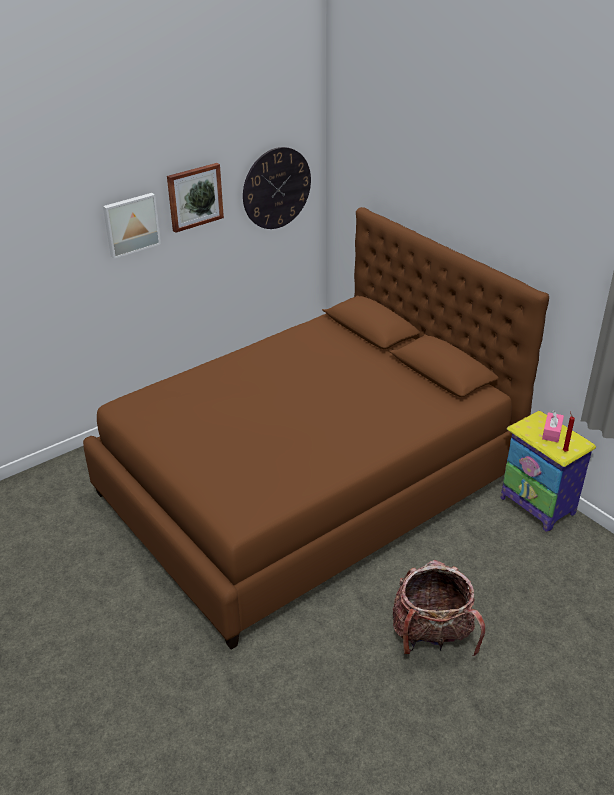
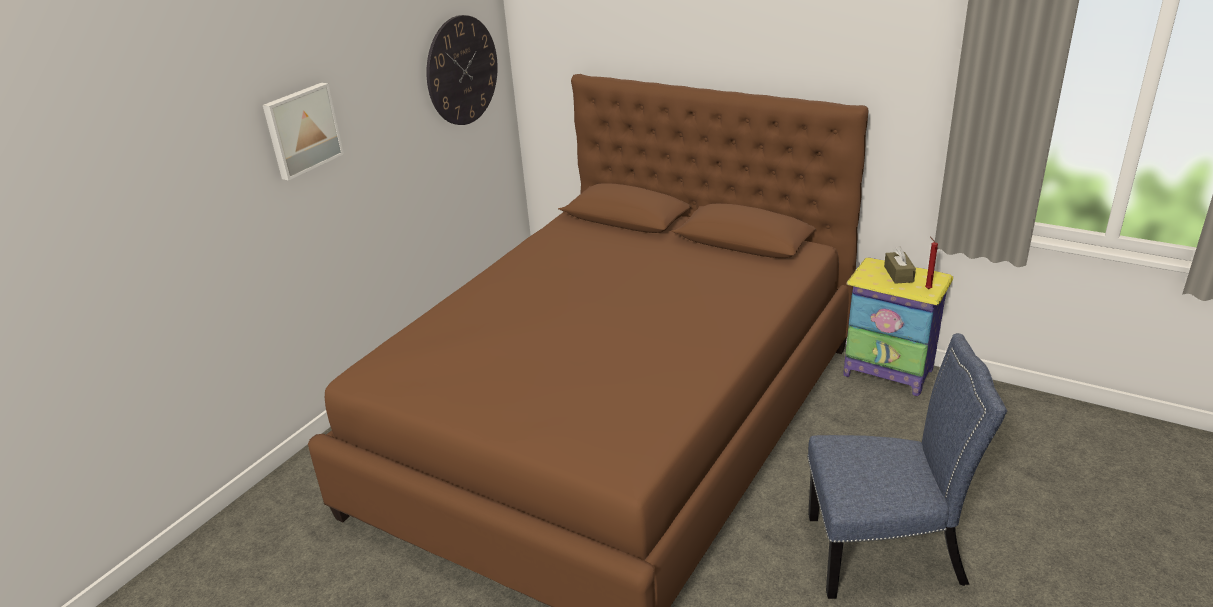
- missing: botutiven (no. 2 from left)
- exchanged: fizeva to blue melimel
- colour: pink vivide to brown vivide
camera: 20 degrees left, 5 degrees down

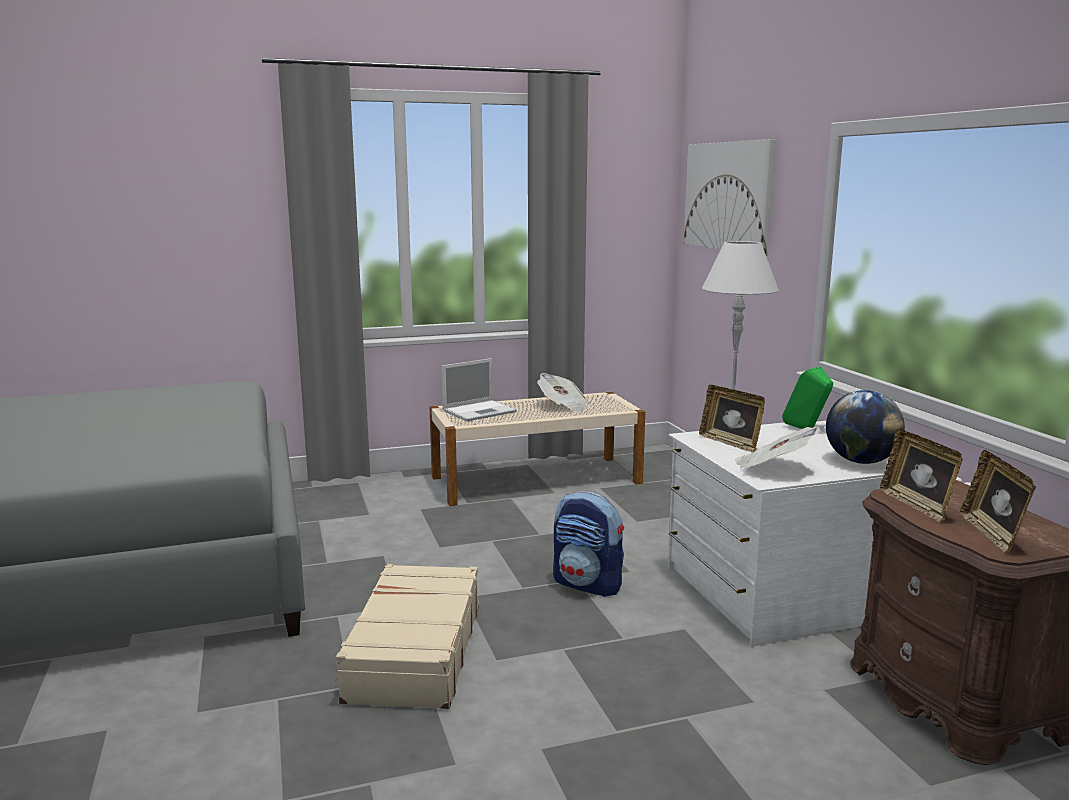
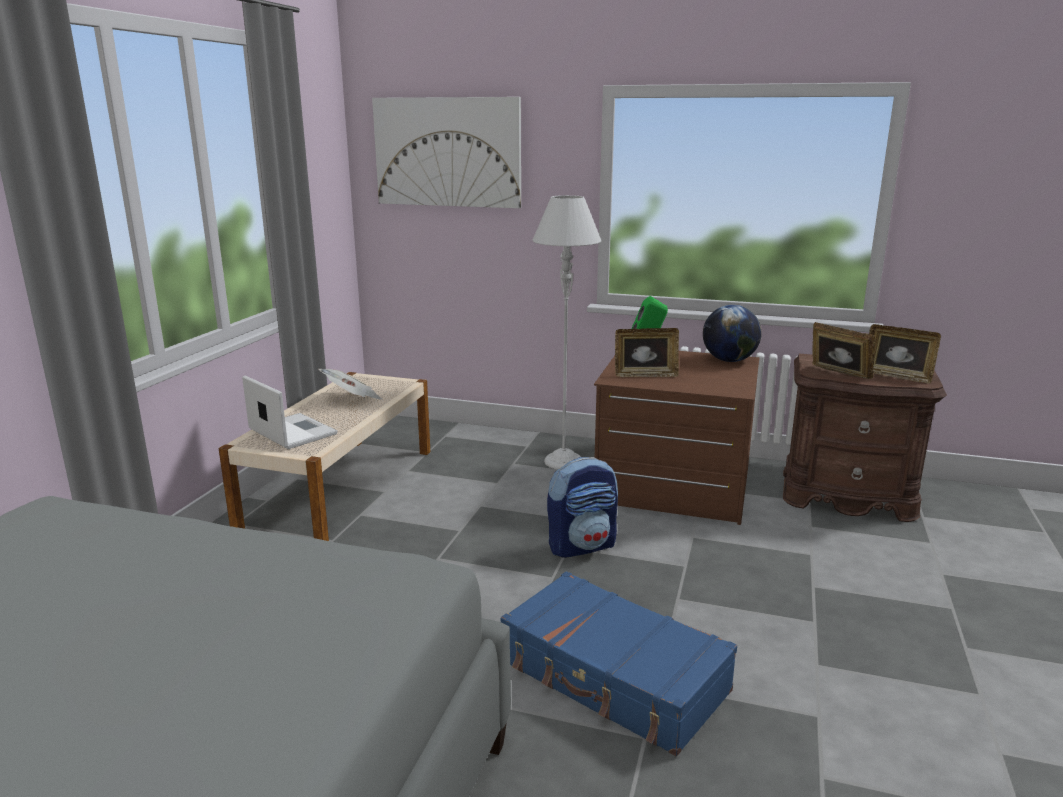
- colour: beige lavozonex to blue lavozonex
- spun: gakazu 45 degrees counterclockwise
- colour: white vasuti to brown vasuti
- missing: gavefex (no. 2 from left)
- spun: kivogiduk (no. 2 from left) 150 degrees counterclockwise
camera: 55 degrees left, 5 degrees up

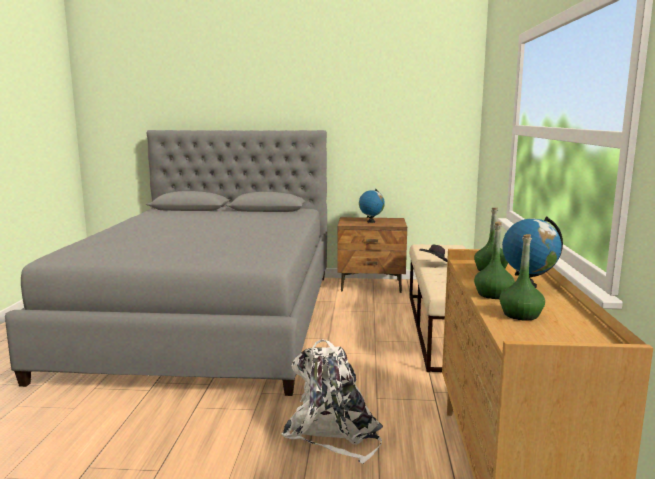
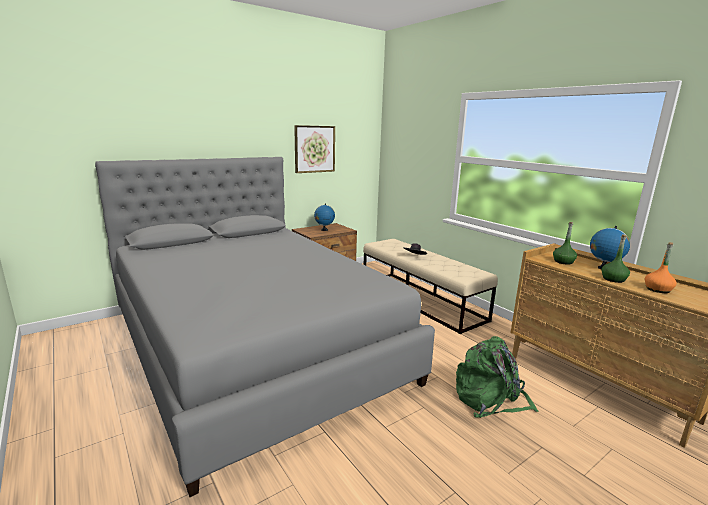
- colour: white fizeva to green fizeva
- colour: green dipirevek (no. 3 from left) to orange dipirevek
- appeared: botutiven
camera: 40 degrees left, 5 degrees up

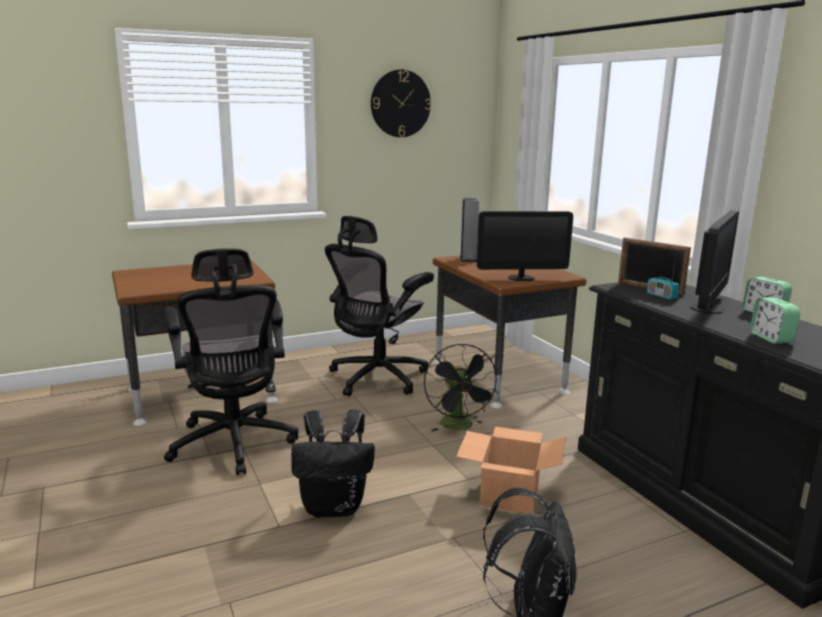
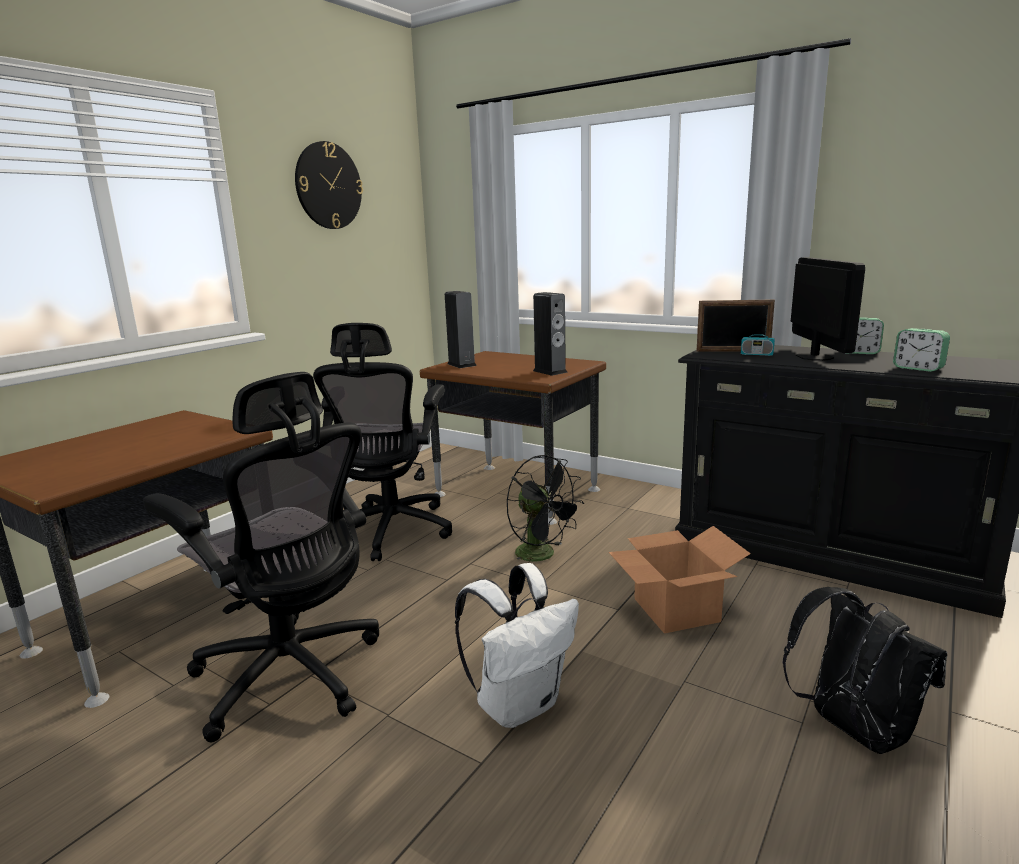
- colour: black fizeva (no. 1 from left) to white fizeva
- exchanged: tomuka (no. 1 from left) to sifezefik (no. 2 from left)
camera: 30 degrees left, 0 degrees up

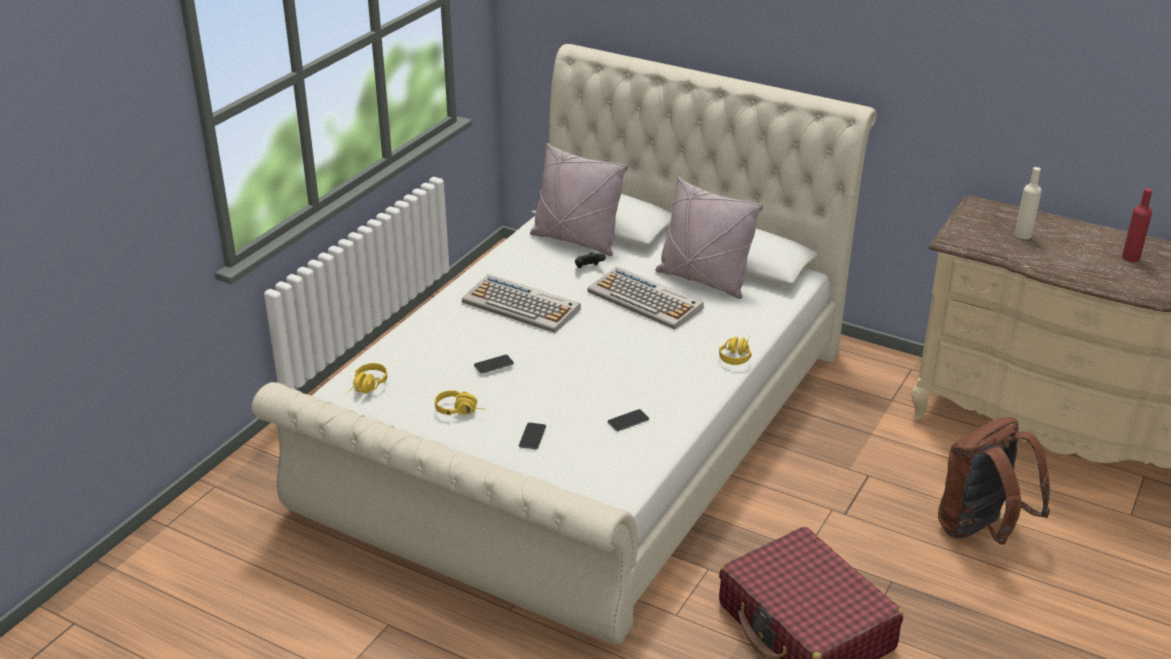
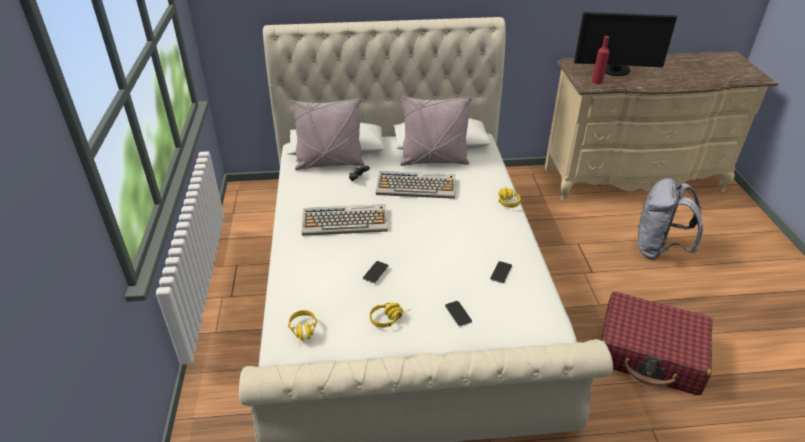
- colour: brown fizeva to grey fizeva
- exchanged: beige dipirevek to tomuka
- relocated: red dipirevek
camera: 35 degrees left, 5 degrees up

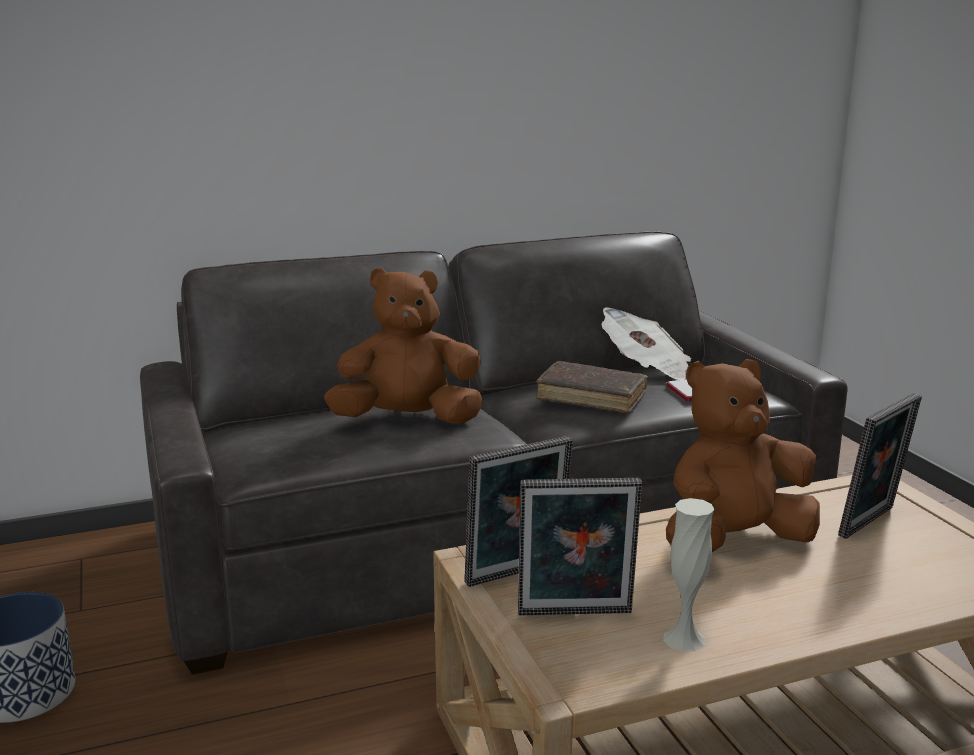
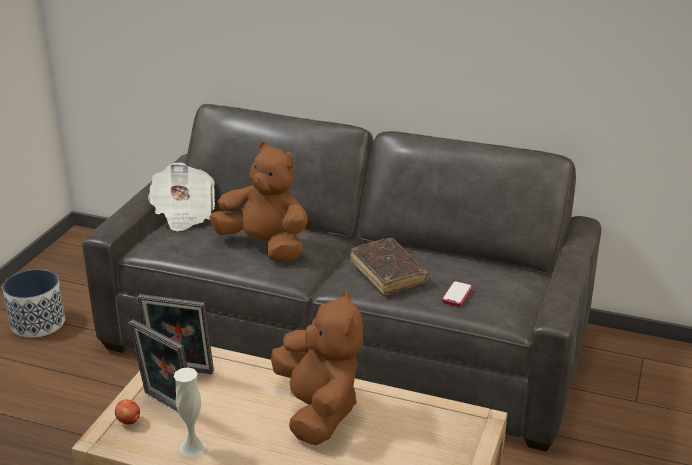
- relocated: gavefex
- spun: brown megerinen (no. 2 from left) 60 degrees clockwise
- missing: kivogiduk (no. 3 from left)
- appeared: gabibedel
camera: 40 degrees right, 10 degrees up

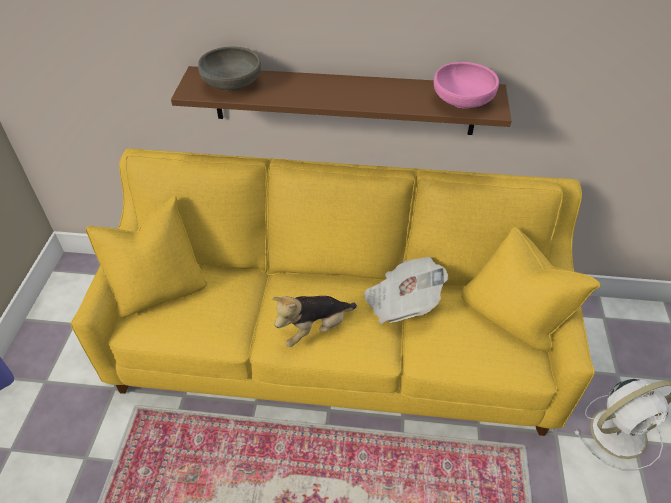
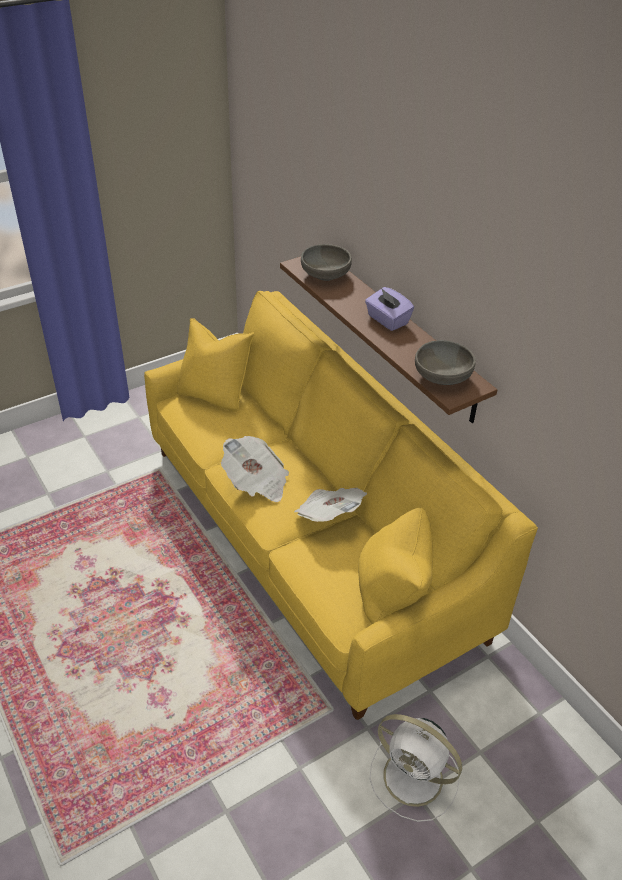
- exchanged: megerinen to gavefex (no. 1 from left)
- colour: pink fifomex to grey fifomex (no. 2 from left)
- appeared: purple vivide
camera: 50 degrees right, 5 degrees down

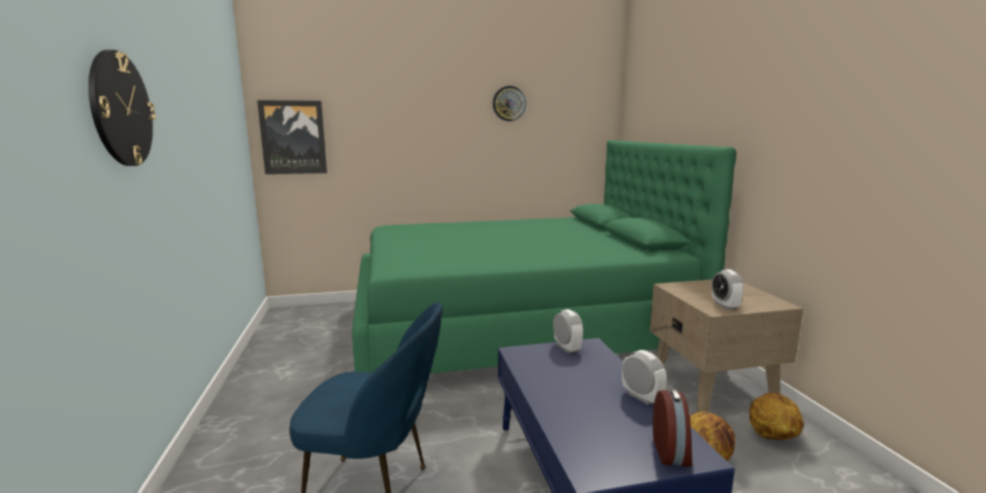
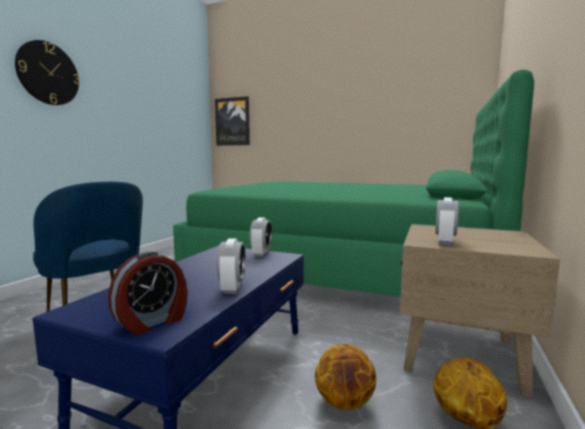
- missing: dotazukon (no. 2 from left)
camera: 35 degrees right, 5 degrees down

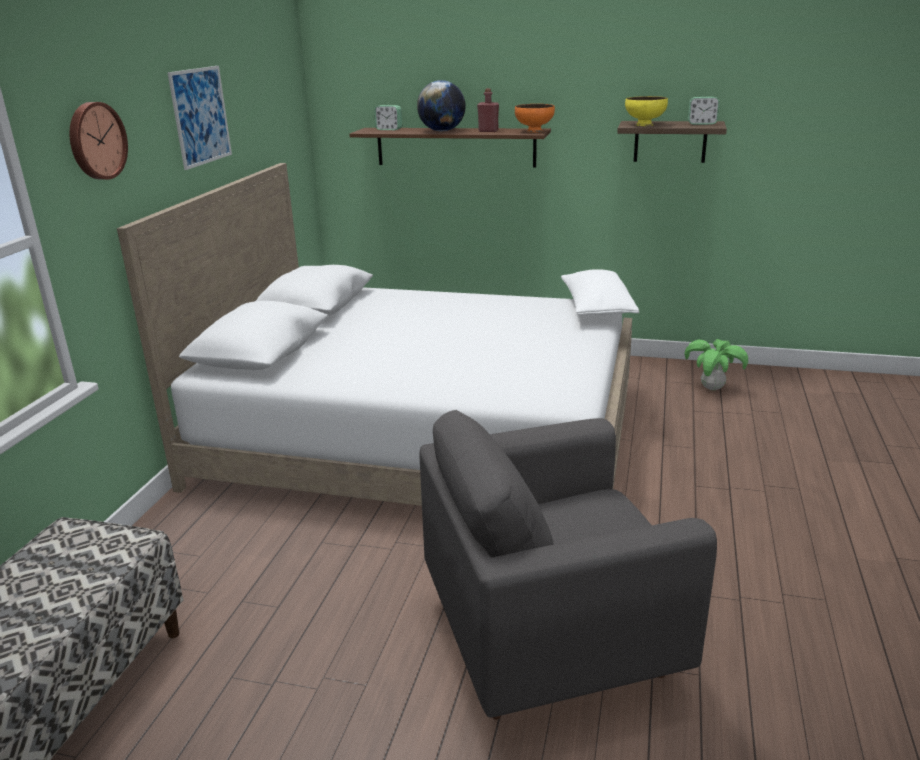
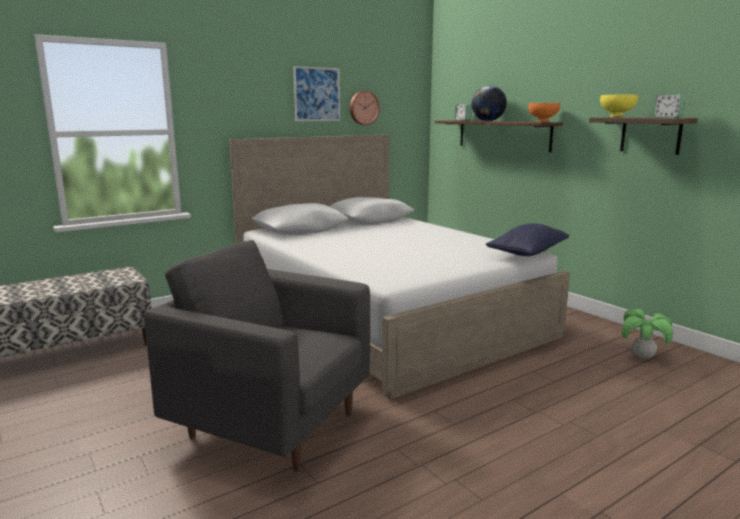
- relocated: dotazukon
- missing: red dipirevek
- colour: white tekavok to blue tekavok
camera: 40 degrees right, 10 degrees down

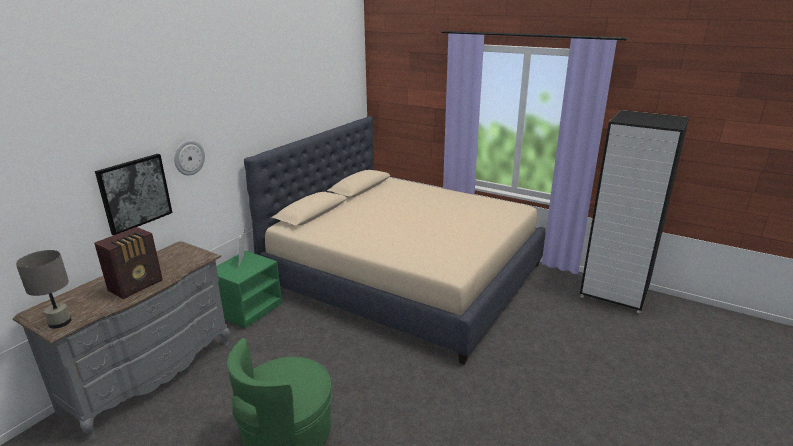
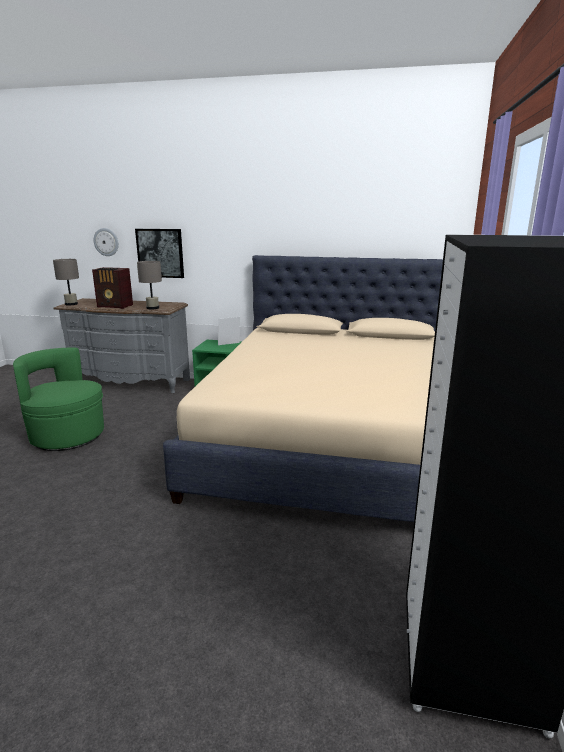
- relocated: dotazukon
- appeared: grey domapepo (no. 2 from left)
camera: 70 degrees right, 5 degrees down

